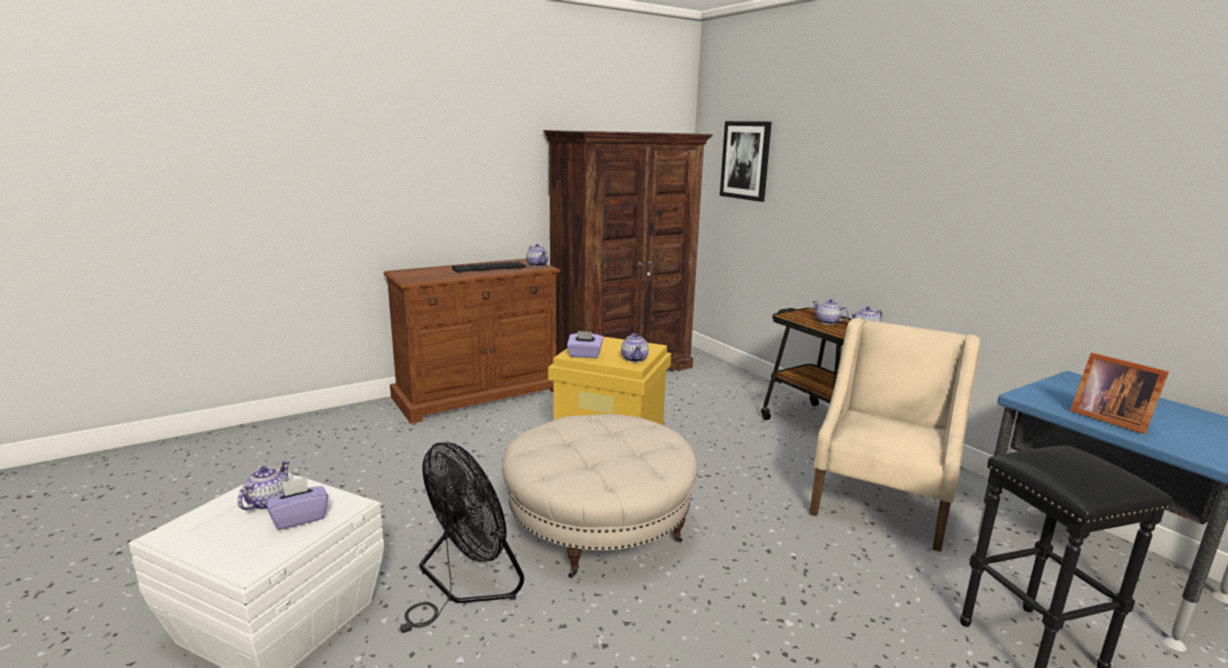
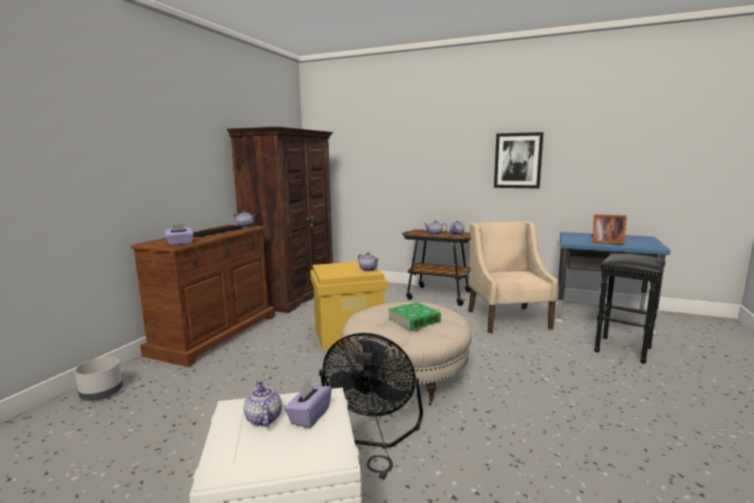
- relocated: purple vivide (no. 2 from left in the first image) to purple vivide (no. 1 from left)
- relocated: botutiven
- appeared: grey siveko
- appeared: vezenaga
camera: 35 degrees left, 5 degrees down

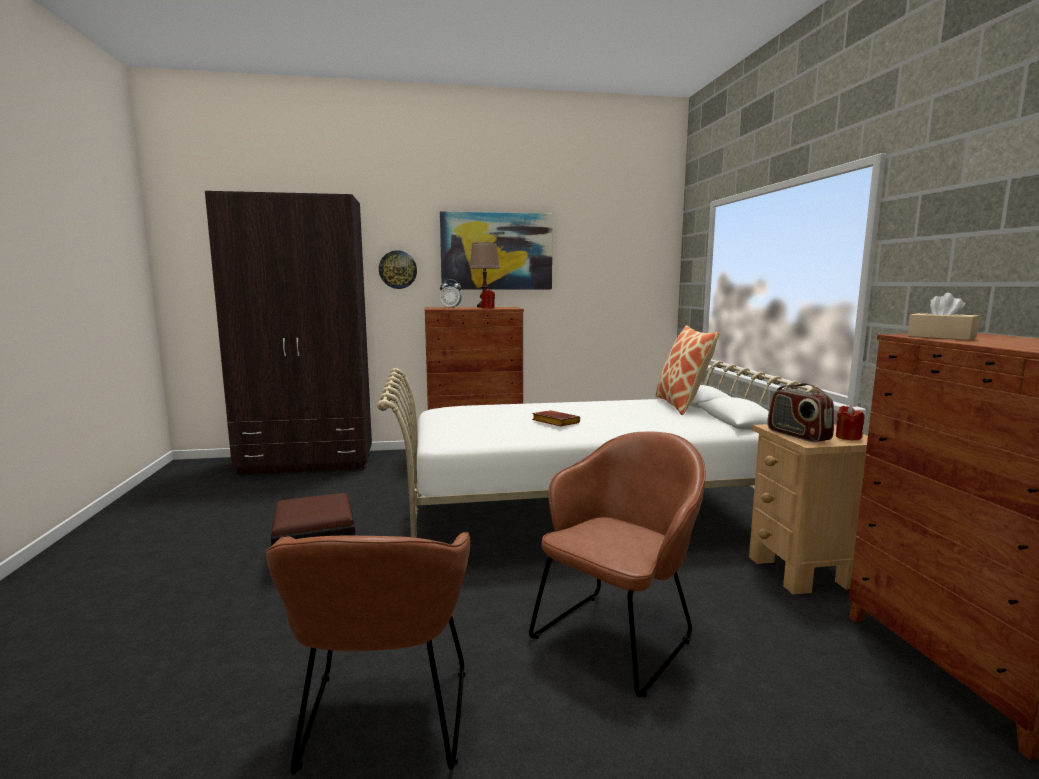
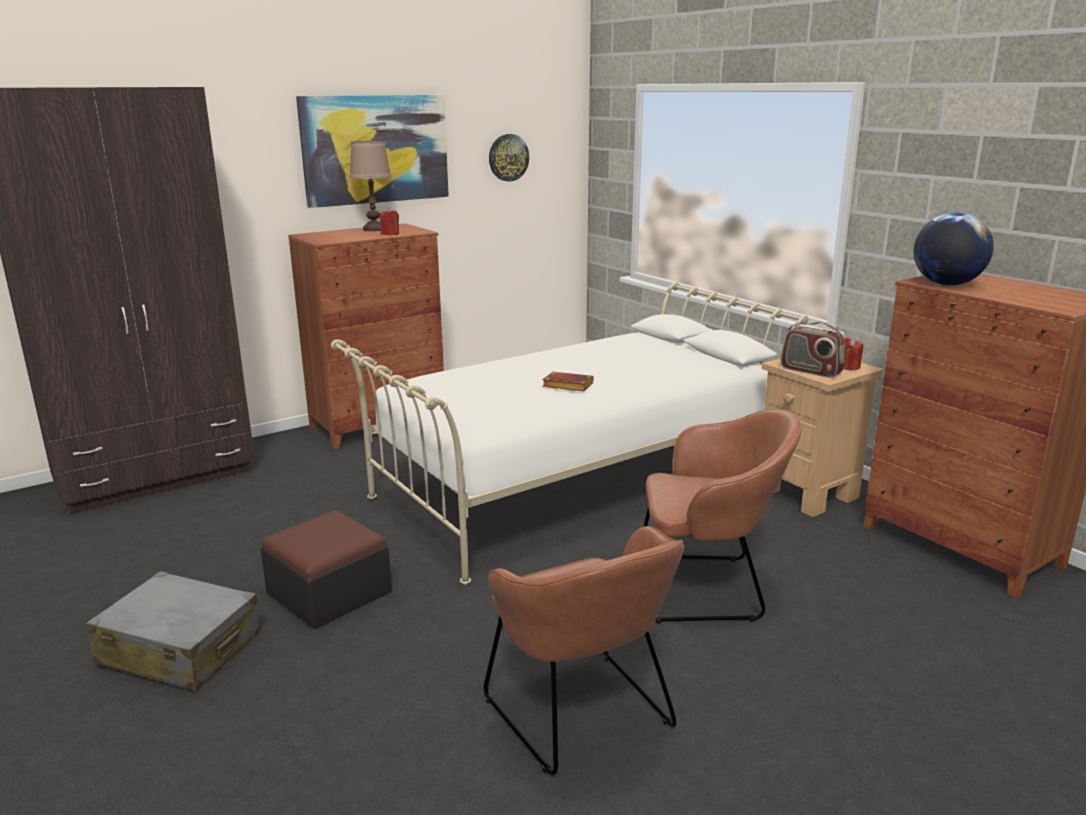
- relocated: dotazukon
- missing: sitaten
- spun: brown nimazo (no. 2 from left) 75 degrees clockwise
- missing: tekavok
- exchanged: beige vivide to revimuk
- appeared: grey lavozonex
camera: 25 degrees left, 10 degrees up

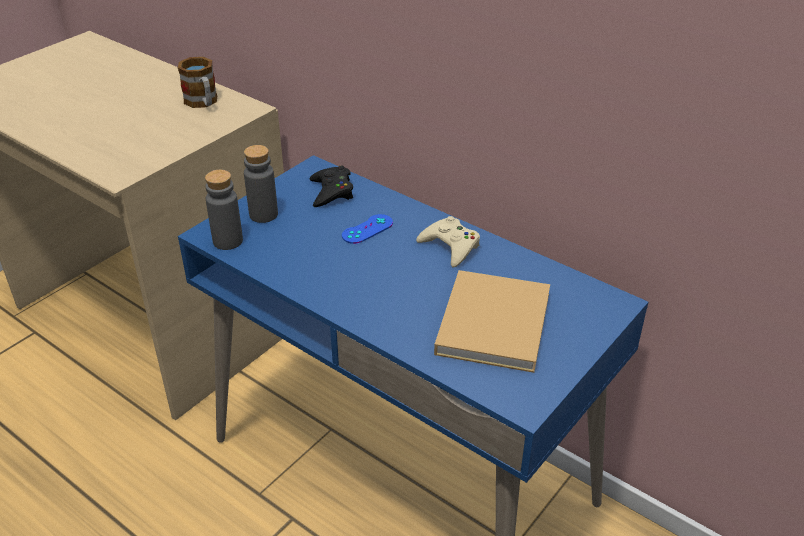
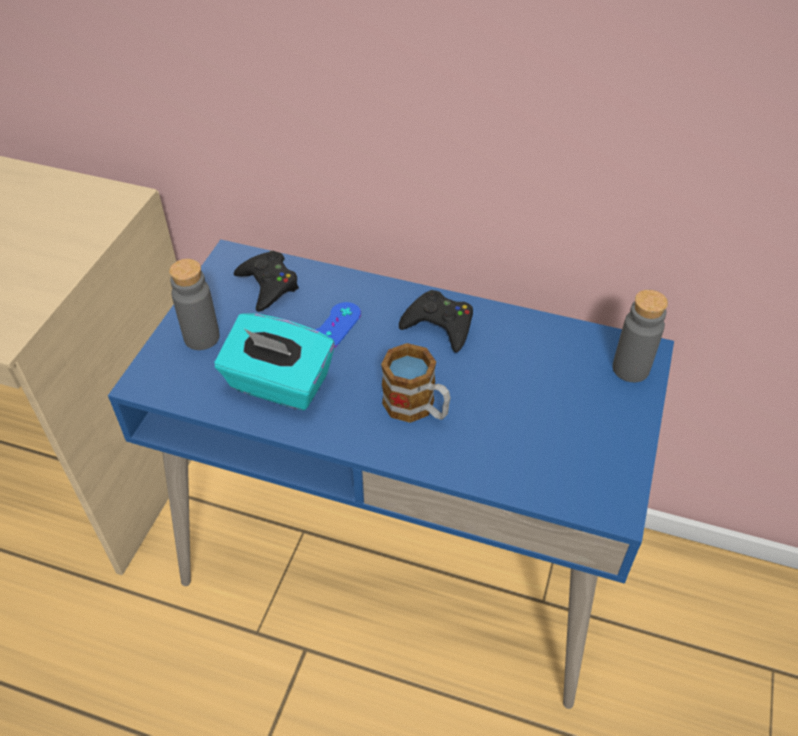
- relocated: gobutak
- relocated: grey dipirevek (no. 1 from left in the first image) to grey dipirevek (no. 2 from left)
- colour: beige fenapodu to black fenapodu (no. 2 from left)
- missing: beige vezenaga
- appeared: turquoise vivide
camera: 20 degrees left, 10 degrees up

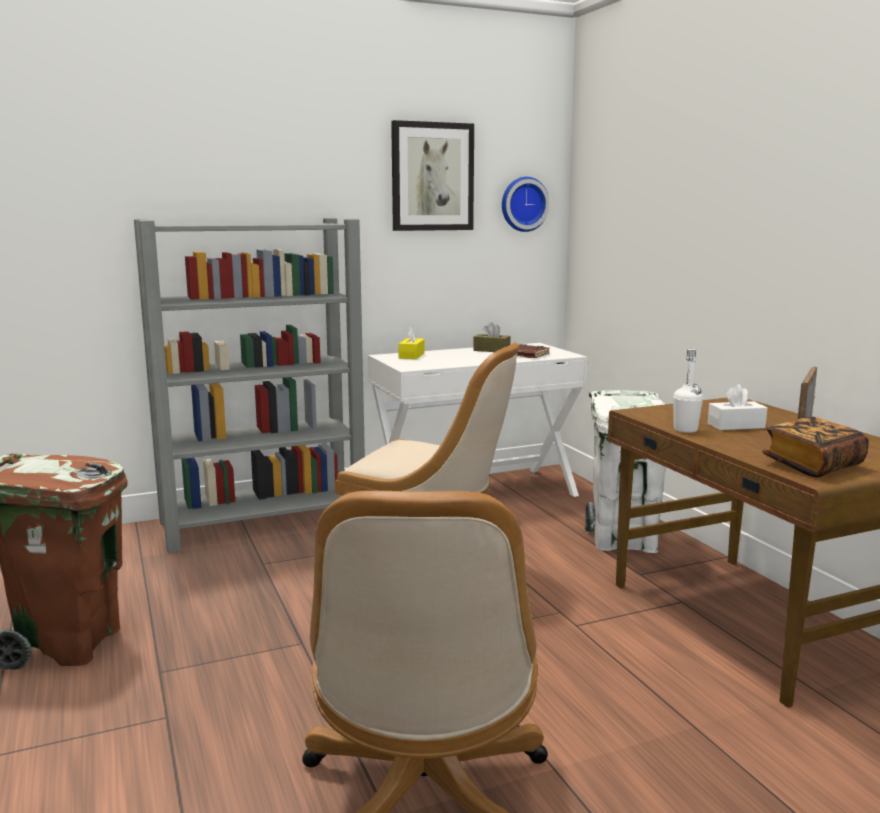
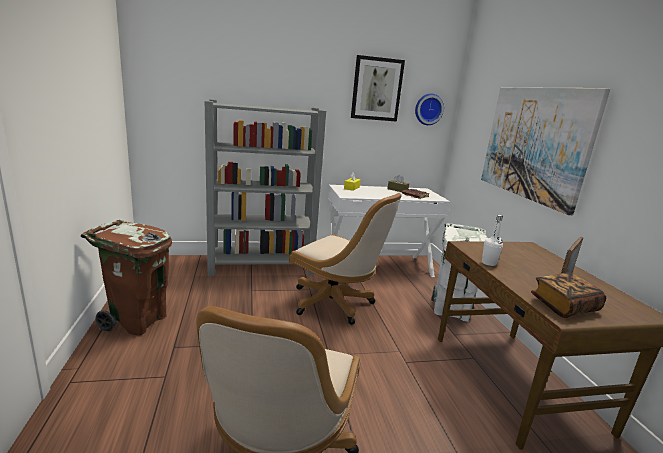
- missing: white vivide
- appeared: botutiven (no. 2 from left)
camera: 10 degrees right, 5 degrees up

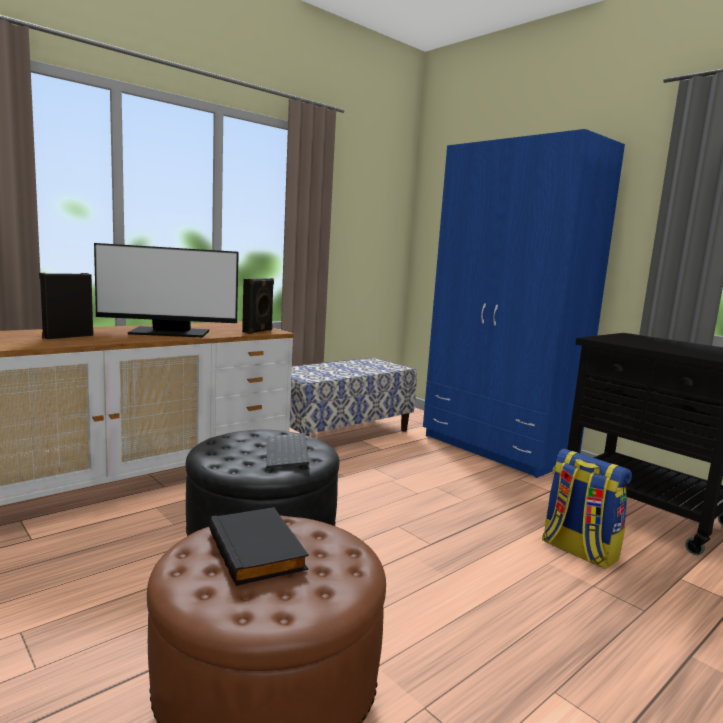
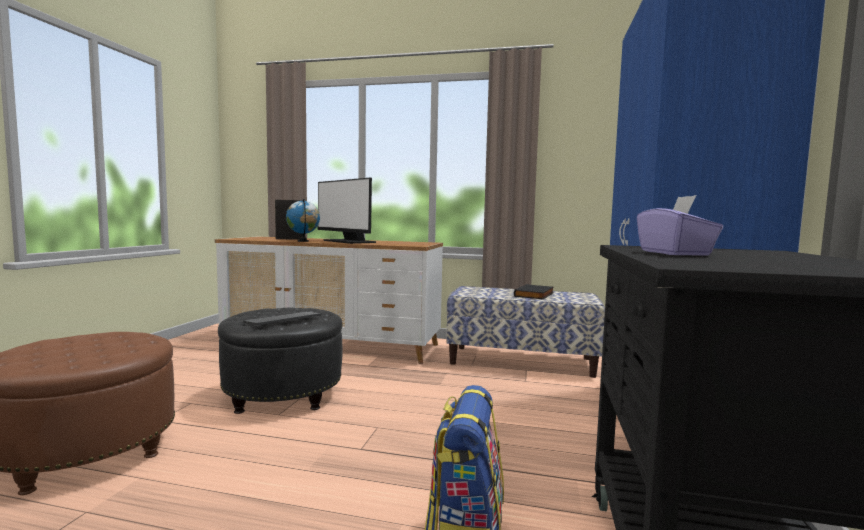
- relocated: black vezenaga
- missing: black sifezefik (no. 2 from left)
- appeared: revimuk
- appeared: purple vivide
camera: 55 degrees right, 5 degrees down

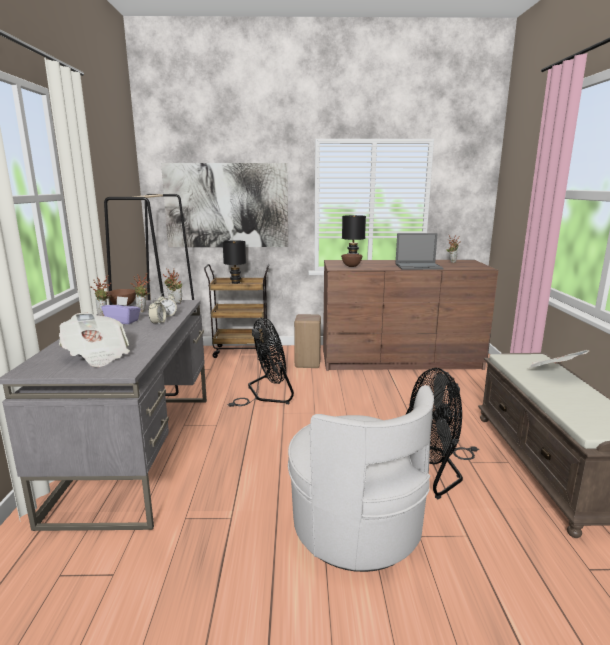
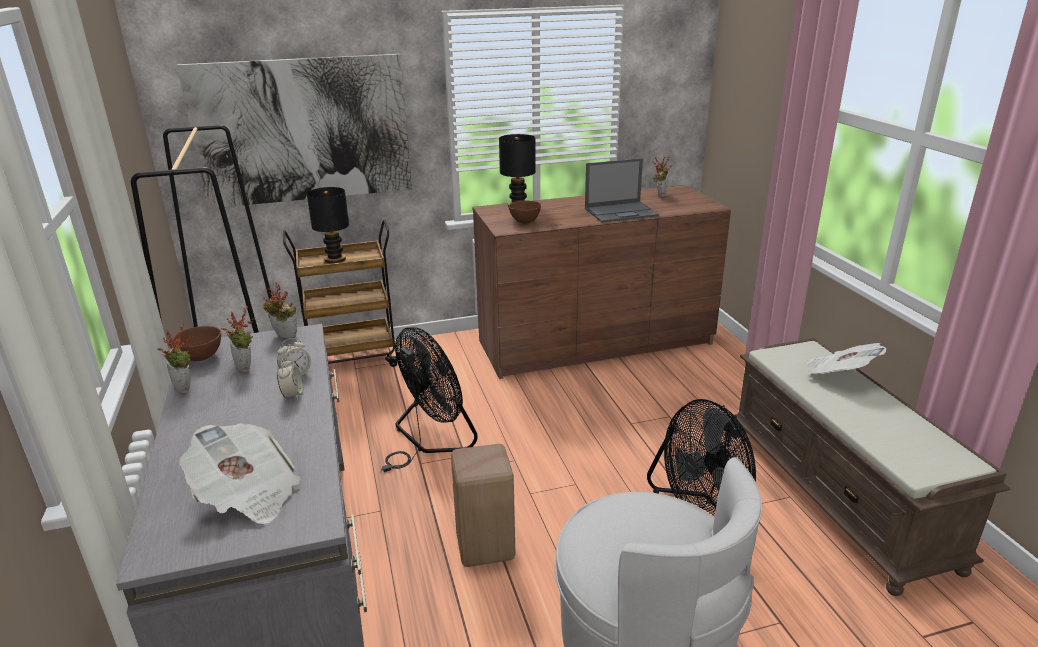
- missing: purple vivide
- relocated: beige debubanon
camera: 15 degrees left, 10 degrees up

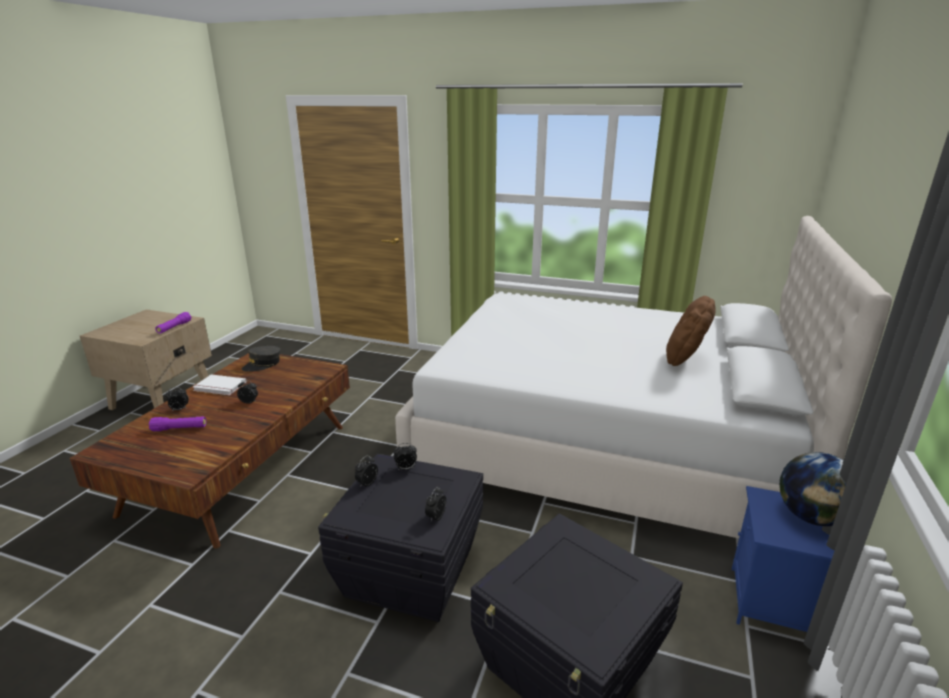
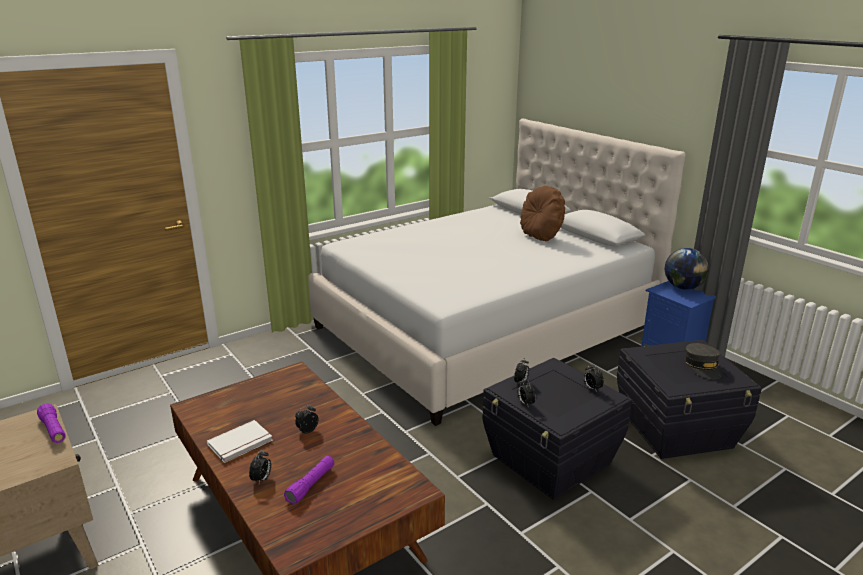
- relocated: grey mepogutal
camera: 55 degrees left, 0 degrees up

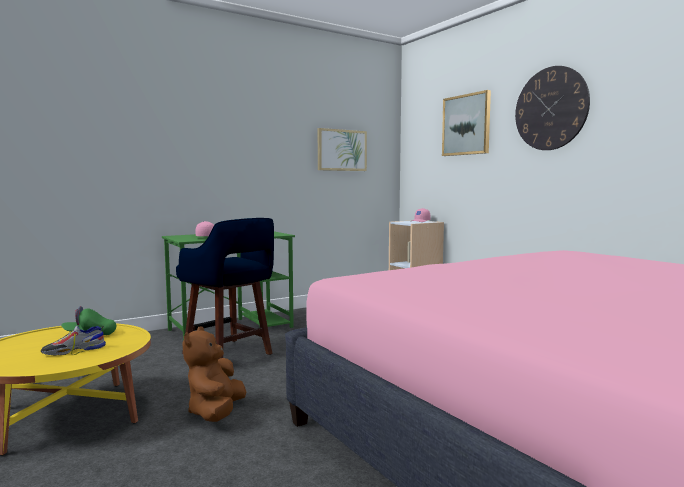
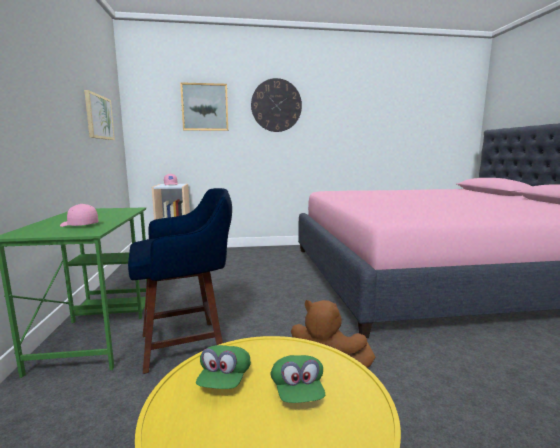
- exchanged: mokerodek to green mepogutal (no. 2 from left)
camera: 65 degrees left, 5 degrees up

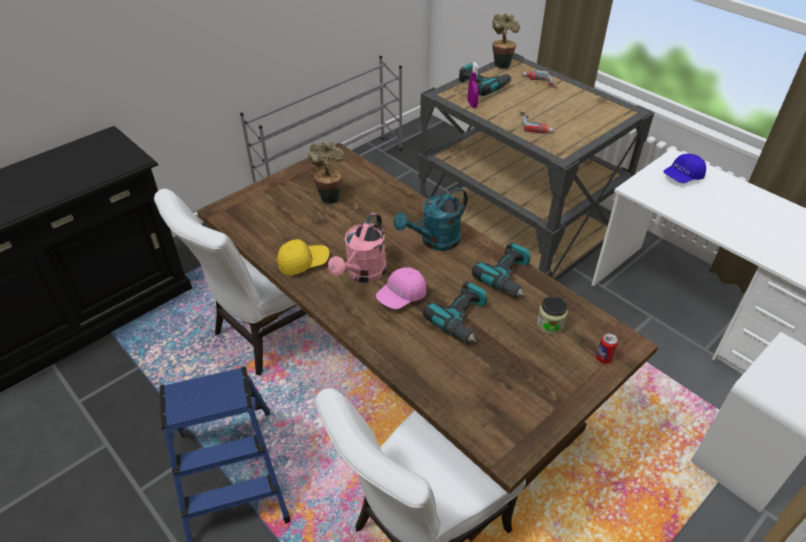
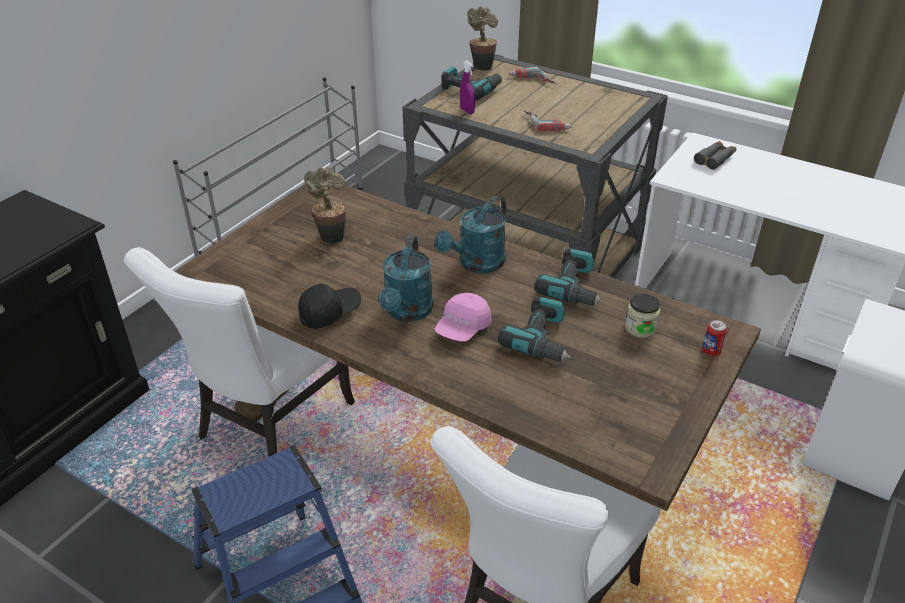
- colour: yellow mepogutal to black mepogutal
- colour: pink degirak to turquoise degirak (no. 1 from left)
- exchanged: blue mepogutal to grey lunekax
camera: 15 degrees left, 5 degrees down

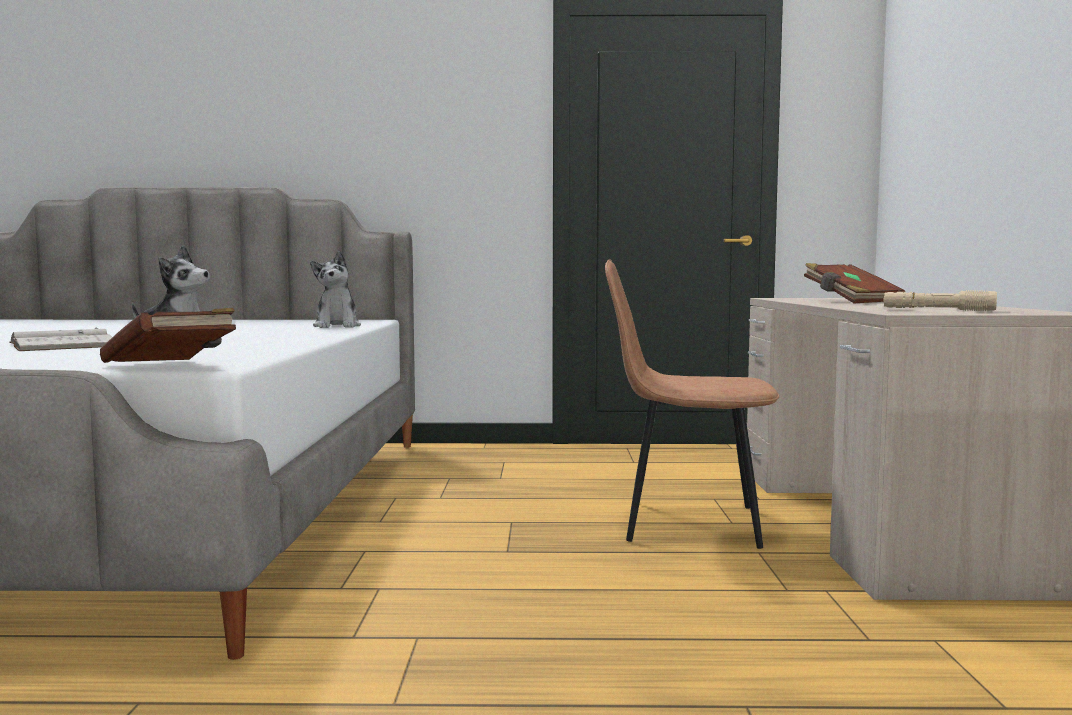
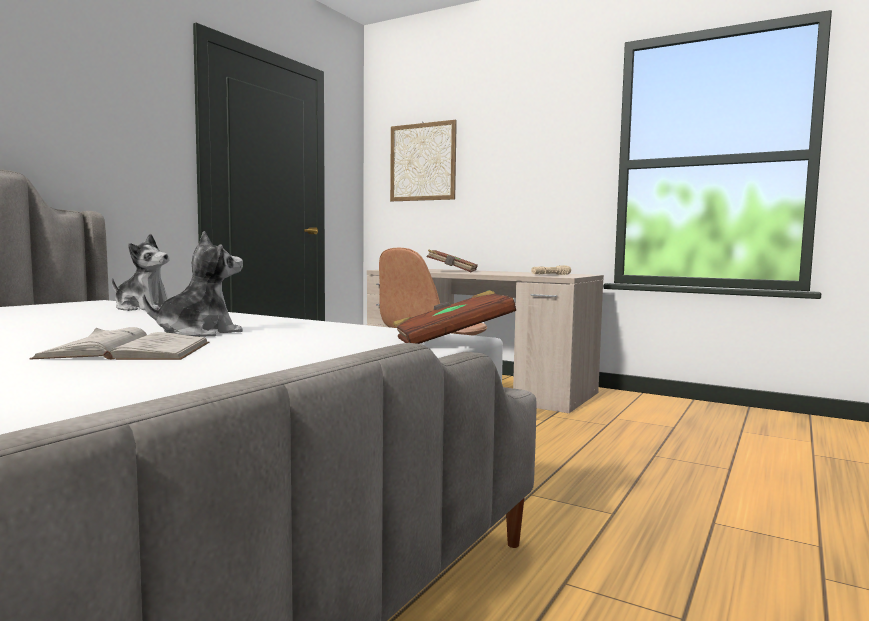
- appeared: botutiven
camera: 60 degrees left, 0 degrees up

